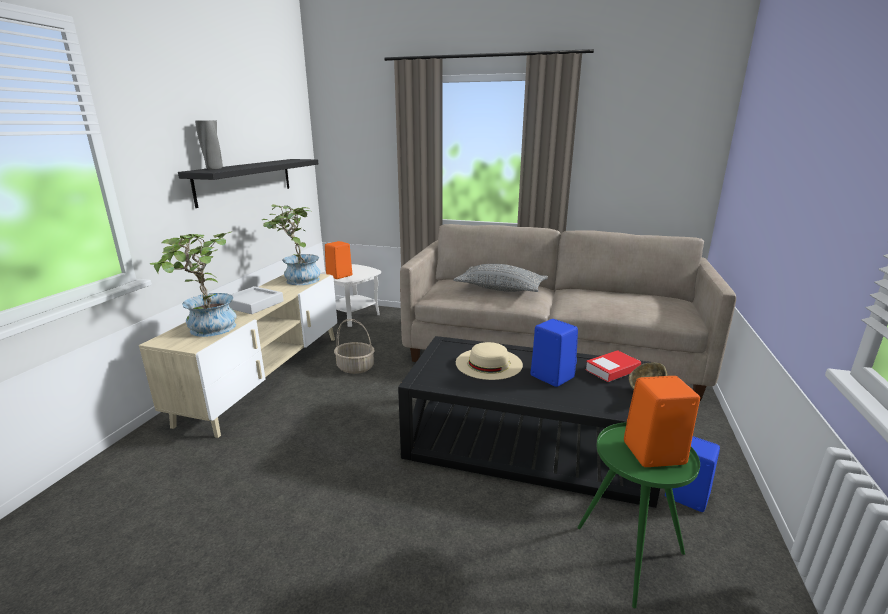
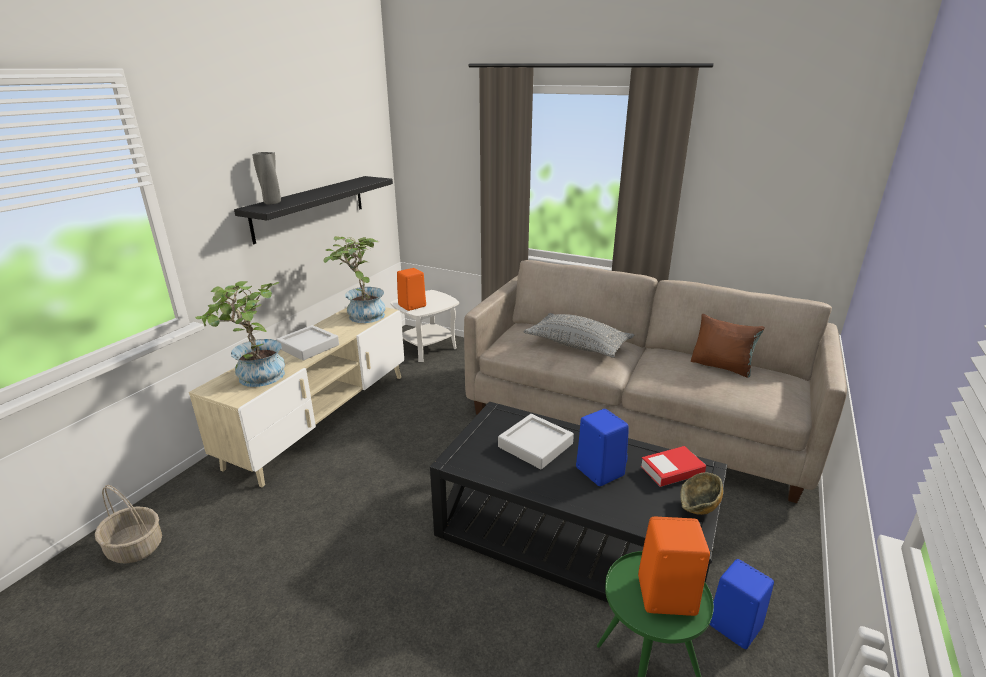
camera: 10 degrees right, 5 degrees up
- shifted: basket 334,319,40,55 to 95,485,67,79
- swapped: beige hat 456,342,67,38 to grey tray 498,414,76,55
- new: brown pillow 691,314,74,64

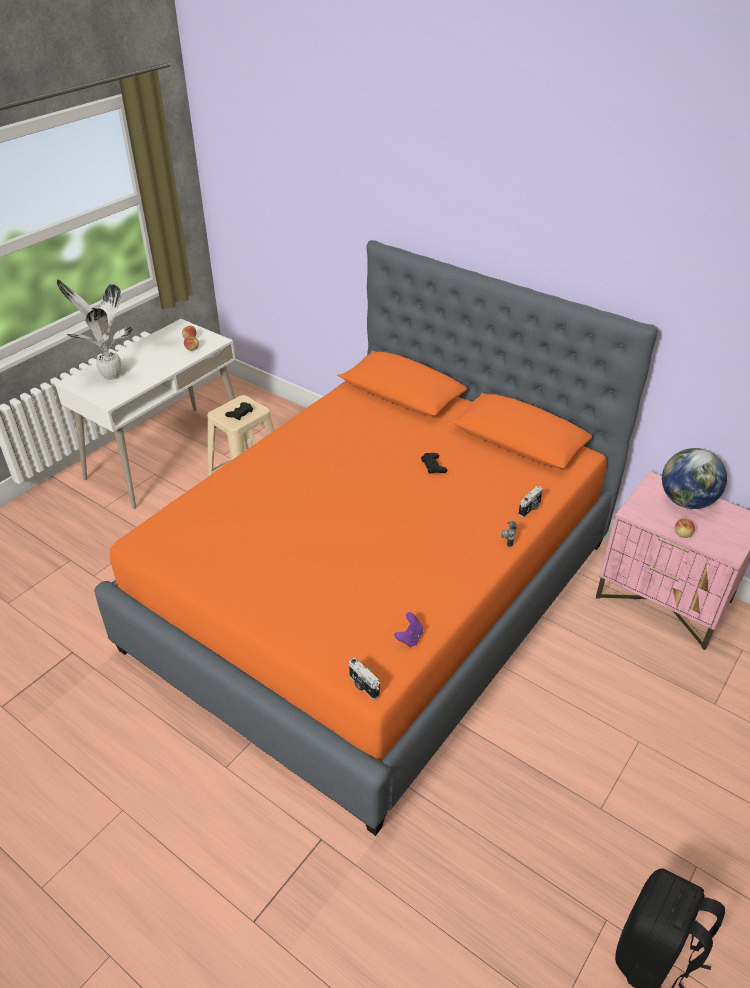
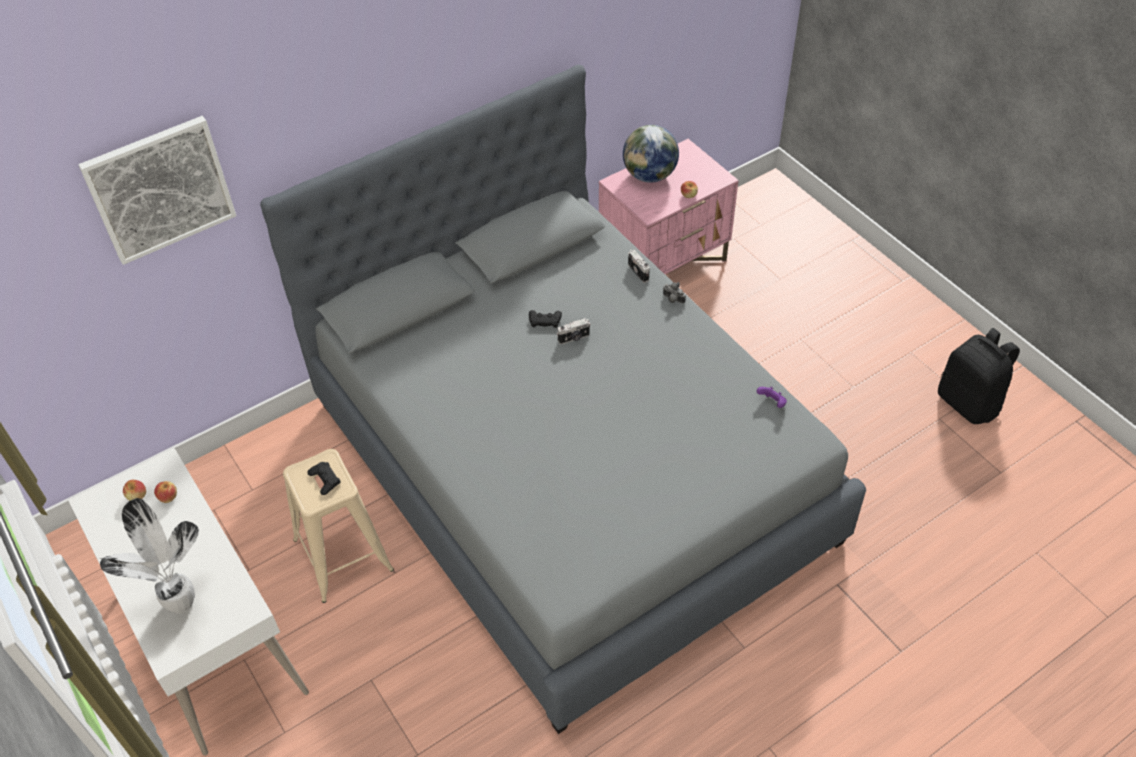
camera: 70 degrees left, 10 degrees up
- new: picture 79,116,157,149
- repainted: orange bed 94,240,564,596 to grey bed 260,65,606,669
- shifted: photo camera 349,658,31,42 to 557,318,33,26

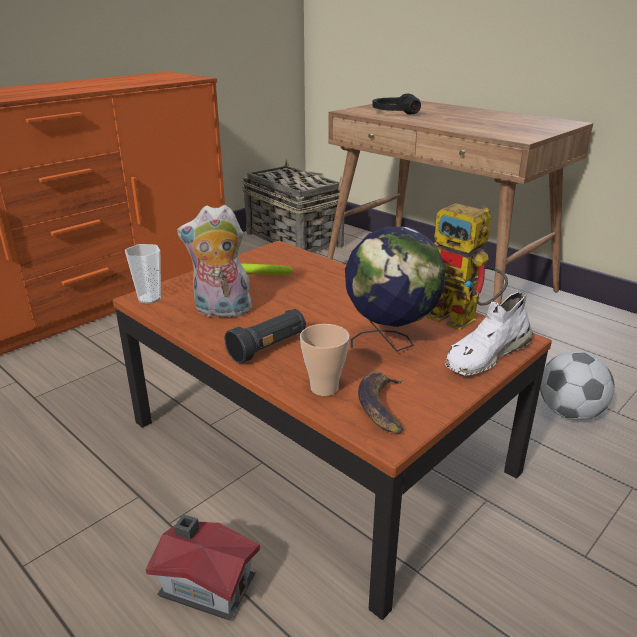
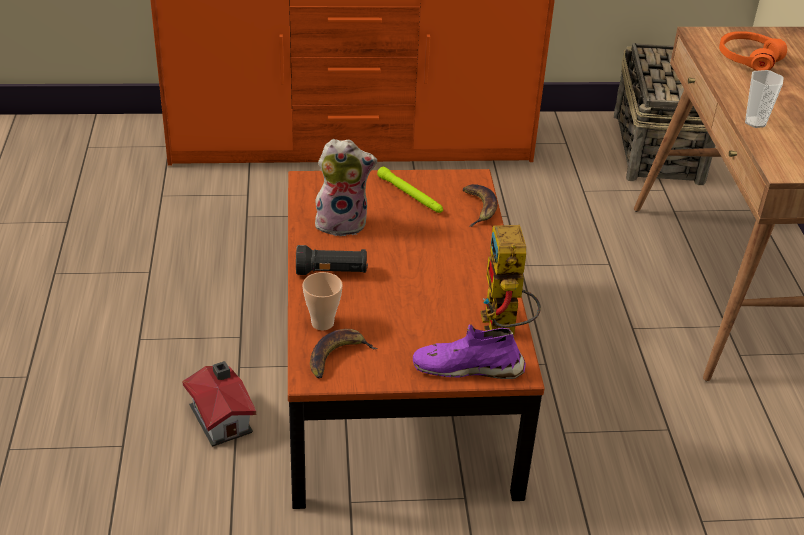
camera: 40 degrees right, 10 degrees up
- rotated: plush toy 177,205,75,112 = 314,139,63,98 135 degrees clockwise
- repainted: white shoe 445,292,88,83 to purple shoe 413,324,113,55
- new: banana 463,184,35,43
- repainted: black headphones 372,94,49,20 to orange headphones 719,31,68,40
- shifted: cup 125,244,36,60 to 745,70,39,58
- gone: globe 345,227,100,124
- gone: football 540,351,75,69

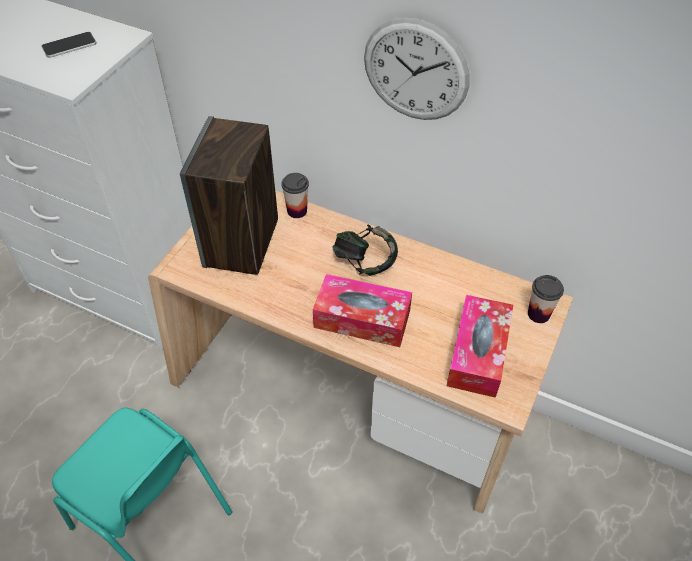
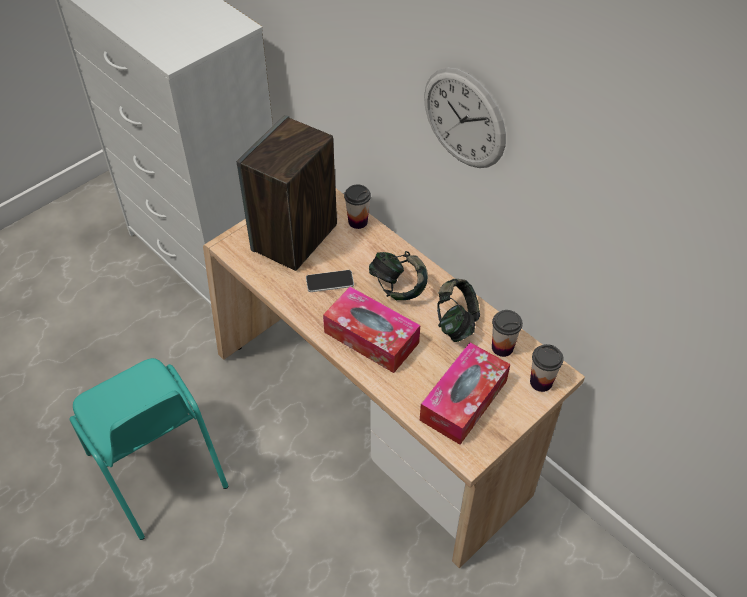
camera: 20 degrees right, 0 degrees up
- shifted: phone 41,32,56,26 to 306,270,48,22
- new: headphones 437,279,43,63
- new: cup 492,310,31,47

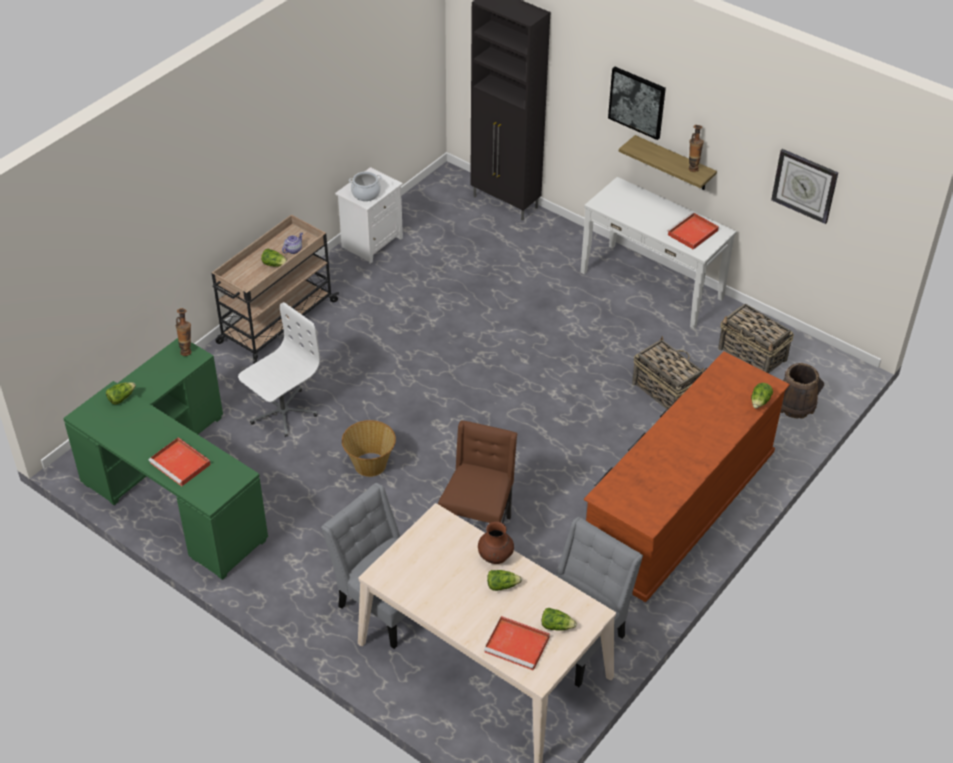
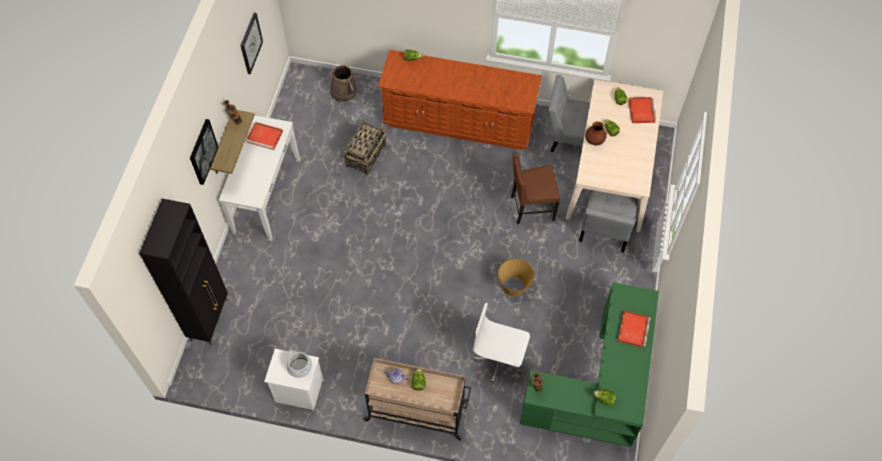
camera: 115 degrees left, 15 degrees up
- gone: basket 718,304,76,70

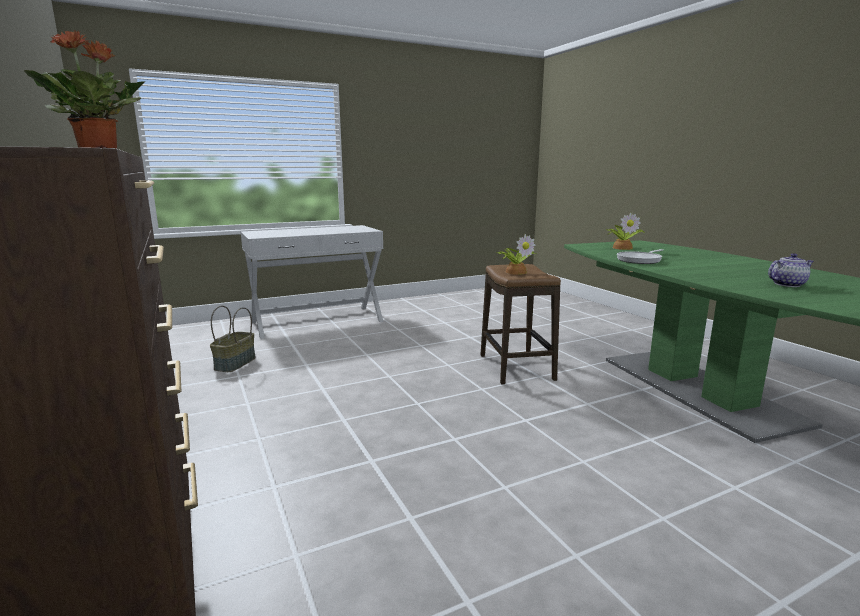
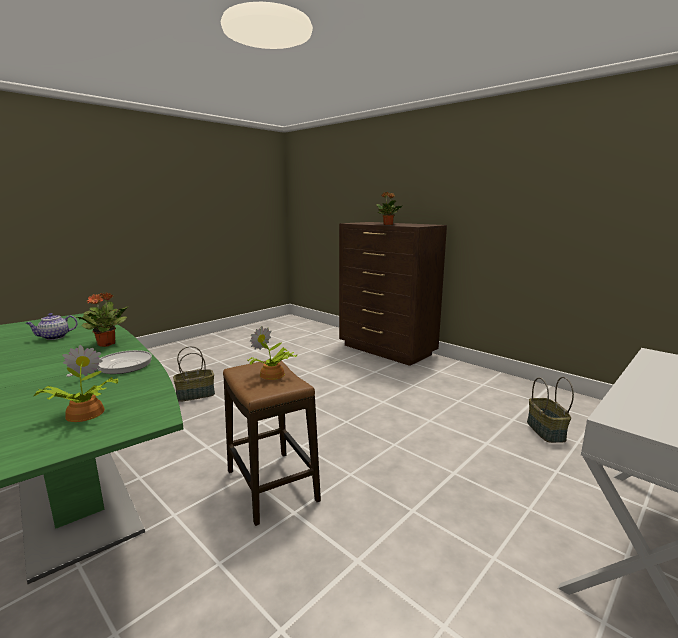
camera: 160 degrees right, 0 degrees up
- new: potted plant 75,292,54,55
- new: basket 173,346,42,56

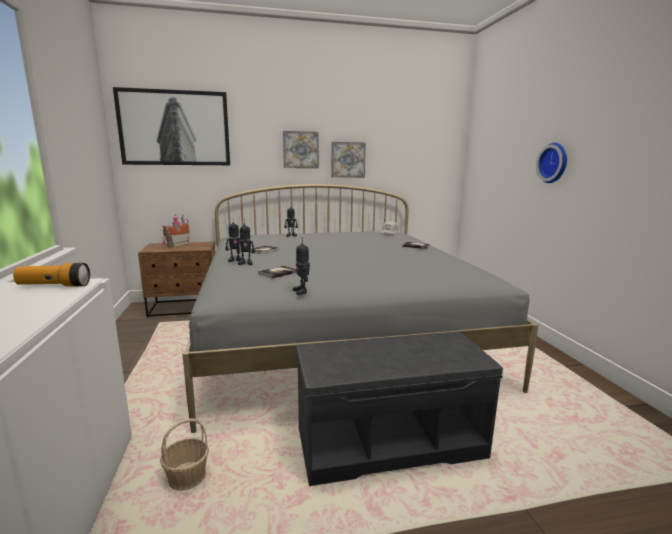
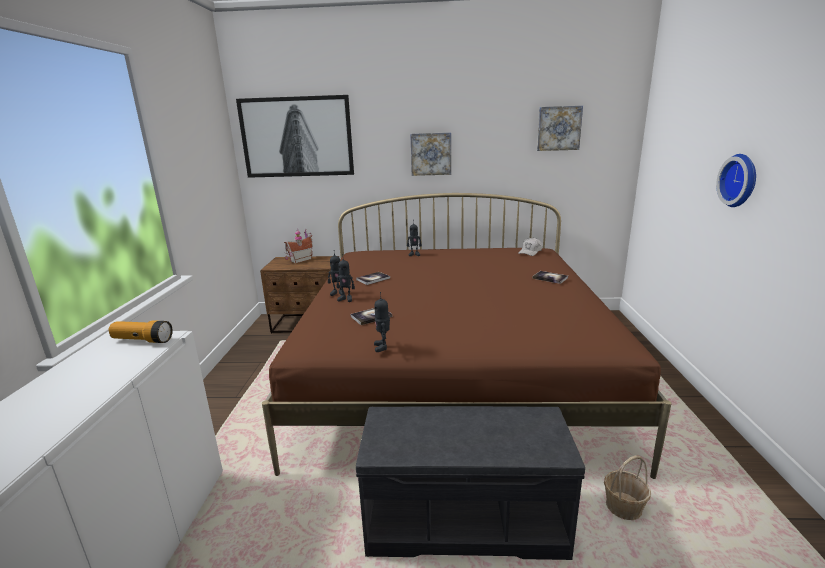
camera: 15 degrees right, 5 degrees up
- repainted: grey bed 182,184,357,249 to brown bed 262,193,410,286
- shifted: picture 331,142,35,36 to 537,106,46,45
- shifted: basket 160,418,49,73 to 604,455,47,65

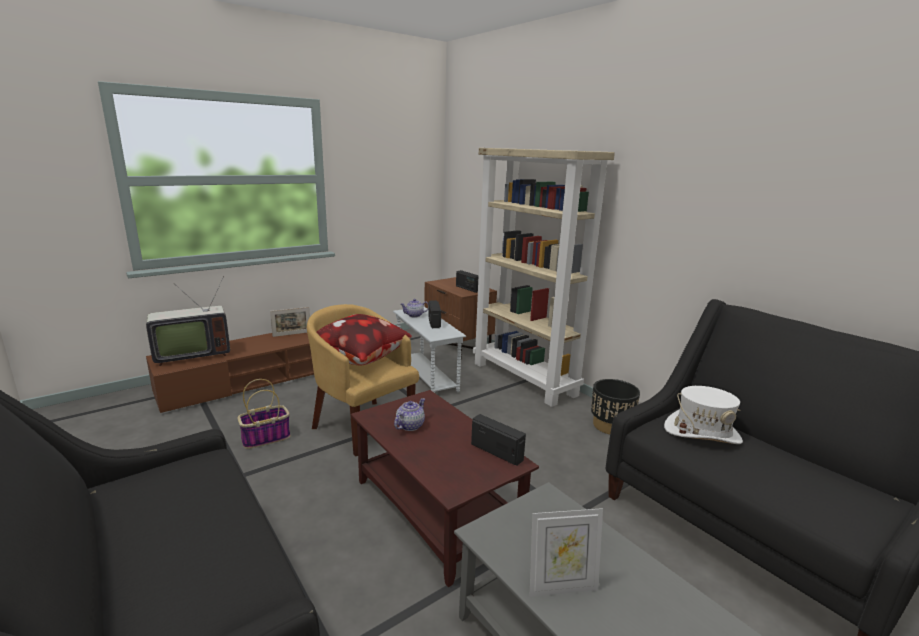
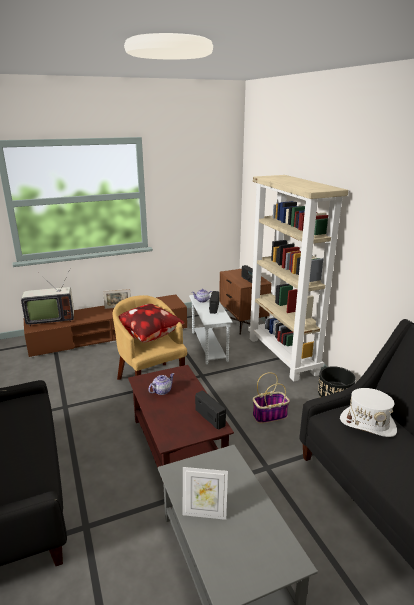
camera: 15 degrees right, 5 degrees up
- shifted: basket 237,379,54,70 to 253,372,37,51

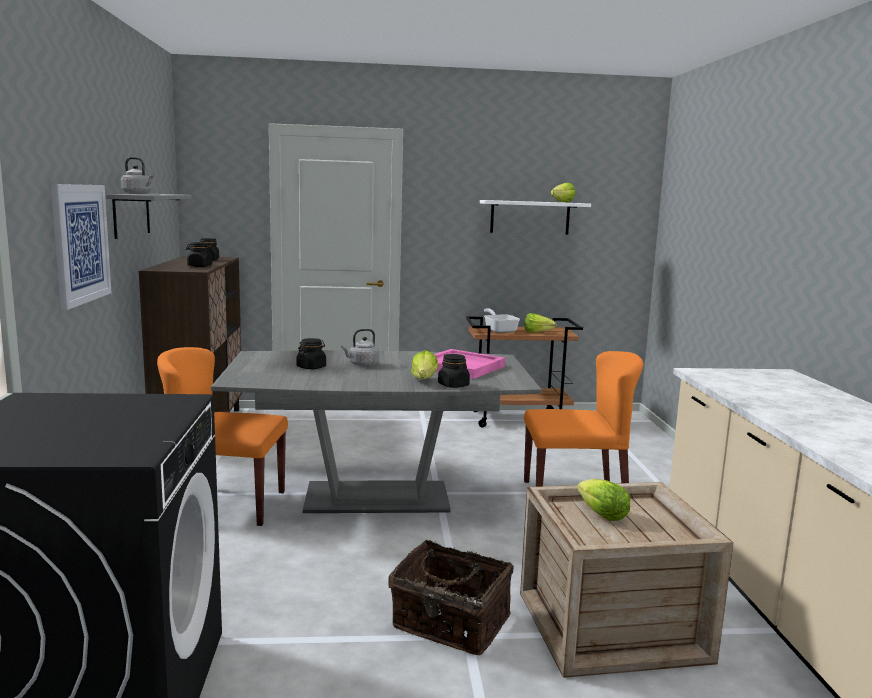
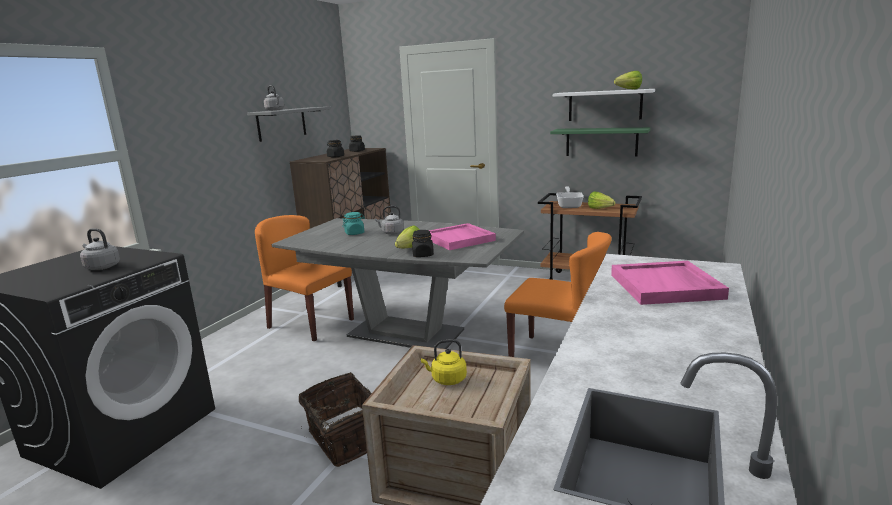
camera: 30 degrees right, 5 degrees up
- new: grey kettle 80,228,40,42
- repainted: black jar 297,338,29,31 to turquoise jar 342,212,23,23
- swapped: lettuce 577,479,53,42 to yellow kettle 421,339,46,46
- new: green shelf 550,127,101,29
- new: pink tray 611,261,118,44
- gone: picture 51,184,61,126

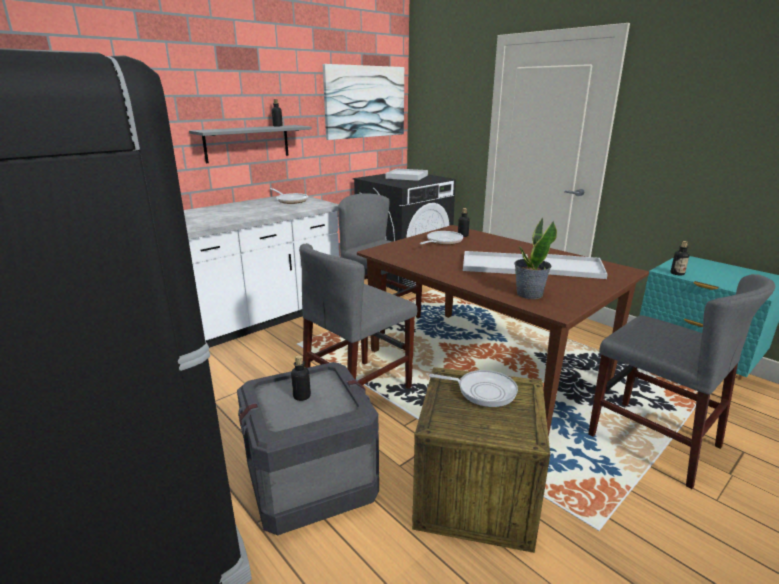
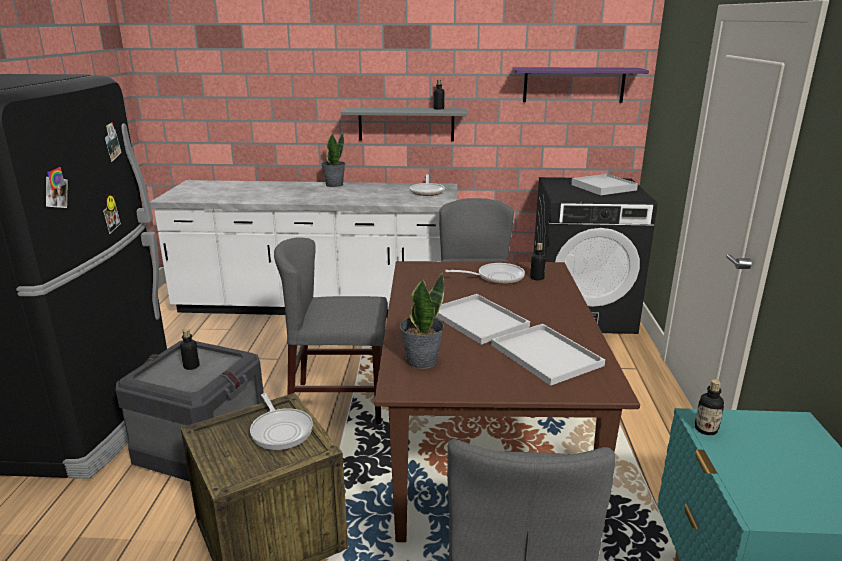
camera: 45 degrees right, 0 degrees up
- new: potted plant 321,133,24,54
- swapped: picture 323,64,81,76 to purple shelf 512,67,137,36

